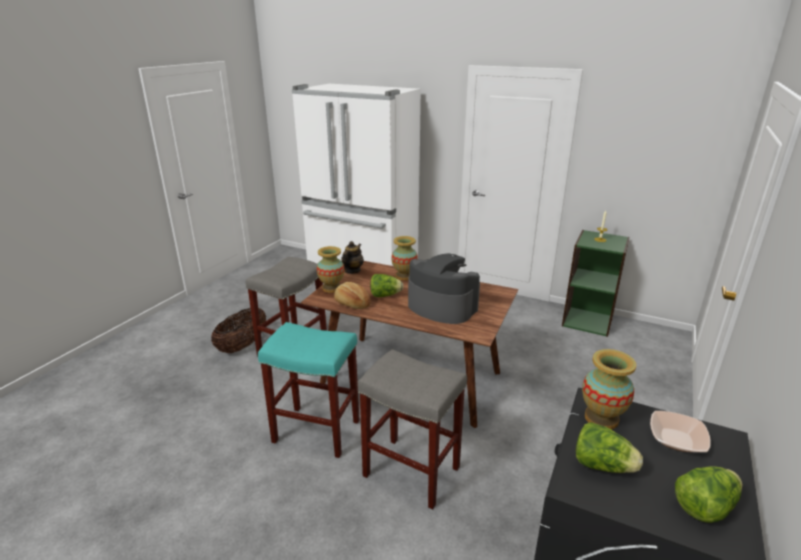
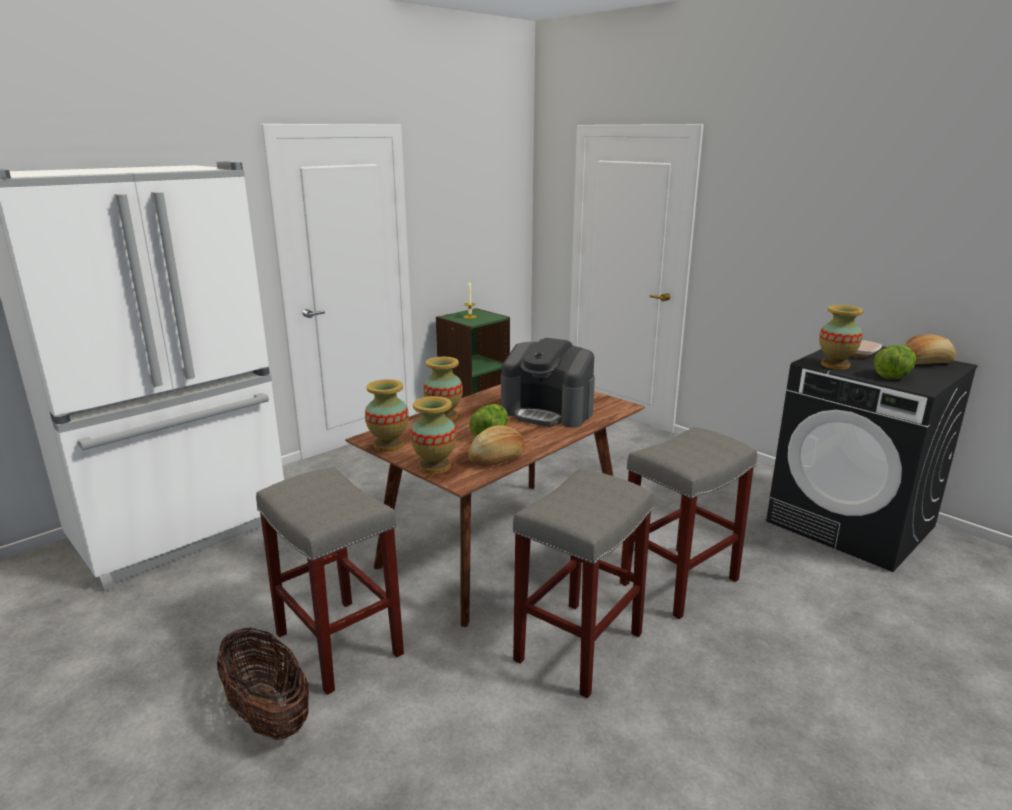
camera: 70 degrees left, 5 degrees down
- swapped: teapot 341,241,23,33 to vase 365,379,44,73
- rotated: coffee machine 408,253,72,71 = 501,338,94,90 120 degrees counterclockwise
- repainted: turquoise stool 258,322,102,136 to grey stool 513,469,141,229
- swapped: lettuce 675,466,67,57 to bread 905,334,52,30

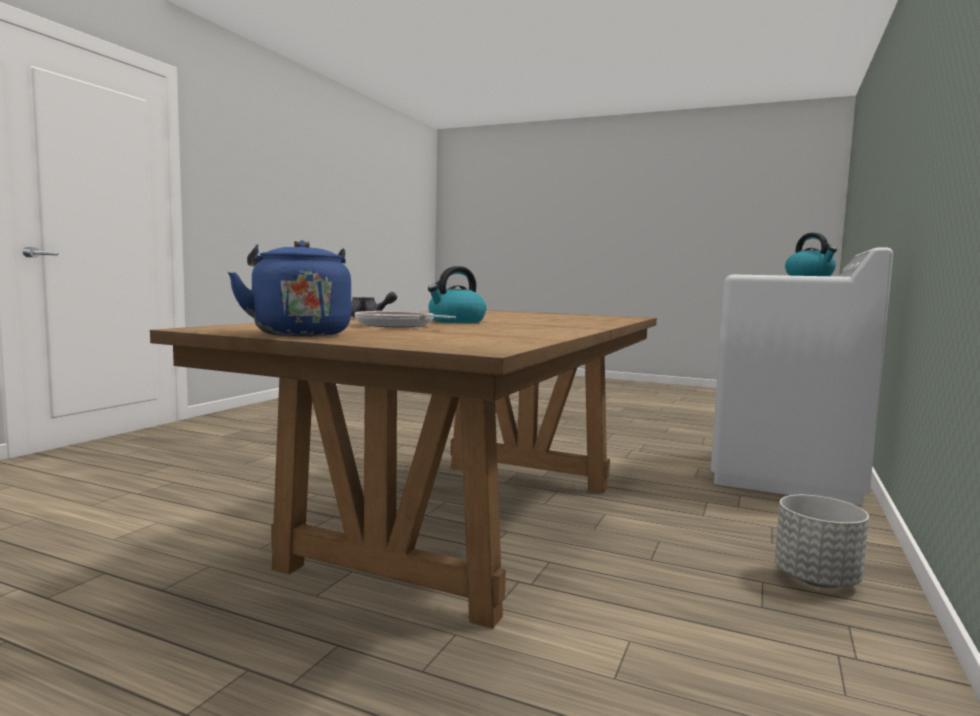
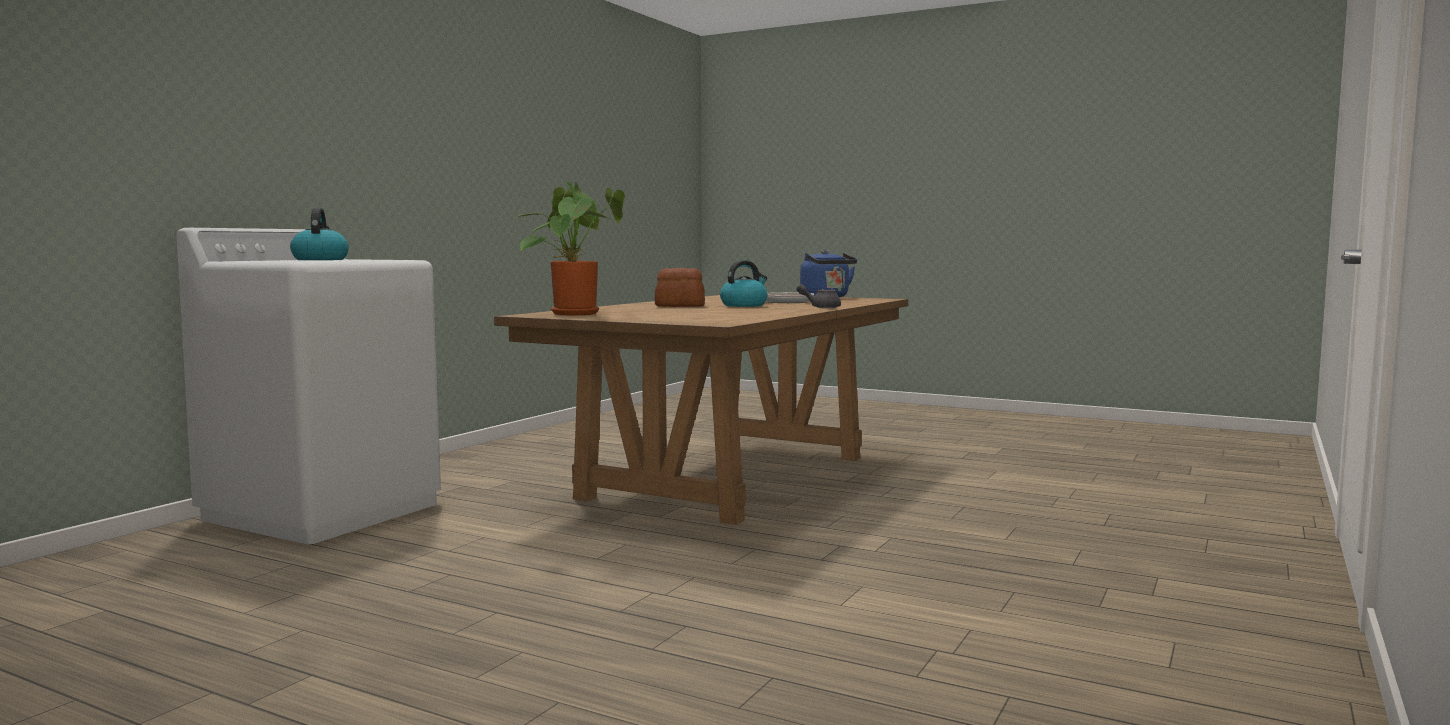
camera: 175 degrees left, 0 degrees up
- new: potted plant 516,182,109,133
- new: bread 655,268,50,39
- gone: grey planter 775,495,94,93

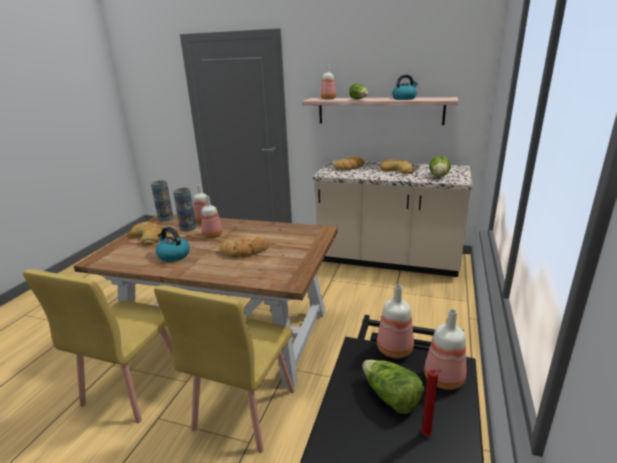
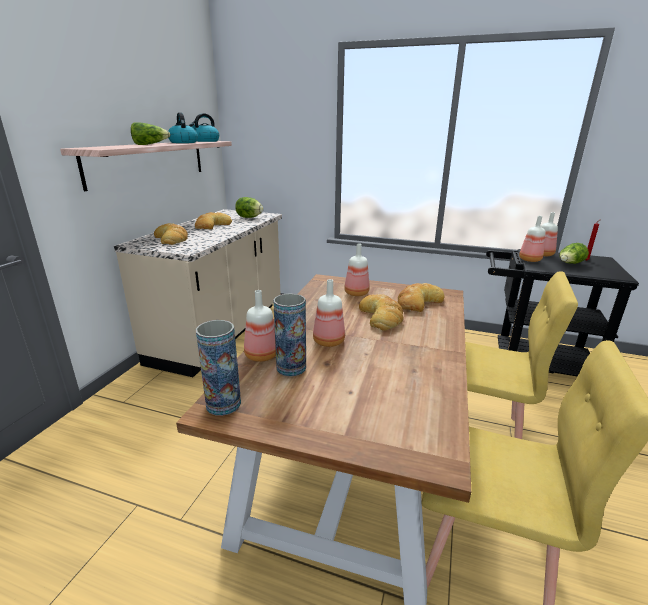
camera: 90 degrees left, 0 degrees up
- shifted: kettle 156,227,34,35 to 189,114,30,28
- shifted: bottle 321,65,15,34 to 344,243,25,53
- shifted: bread 130,222,33,23 to 397,283,48,29

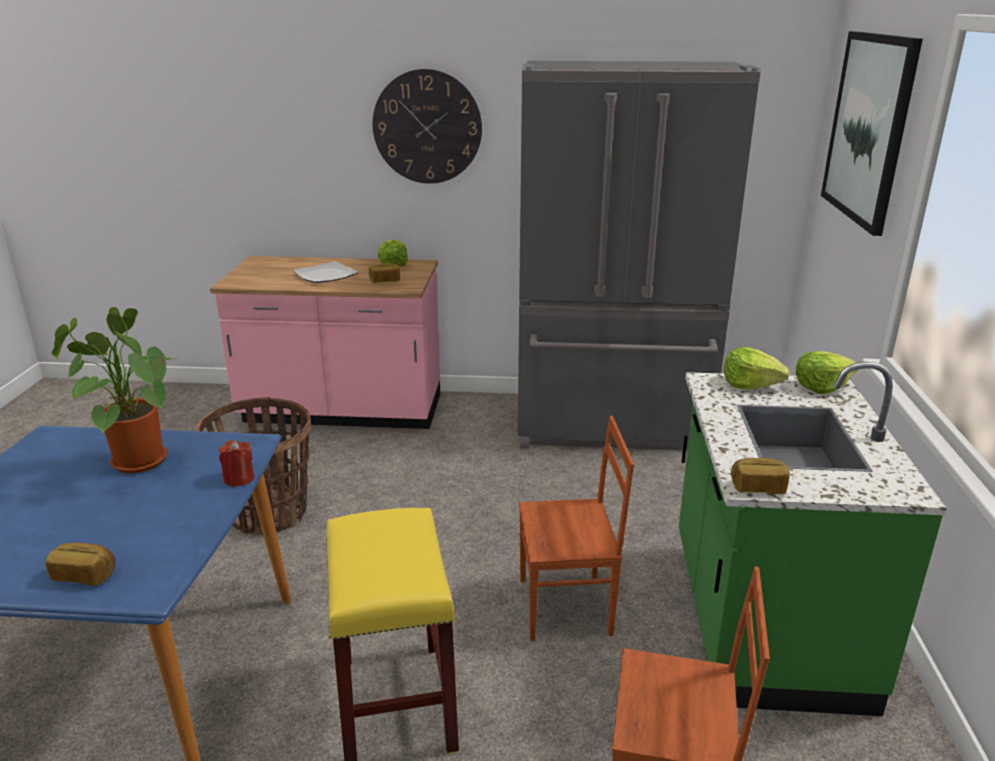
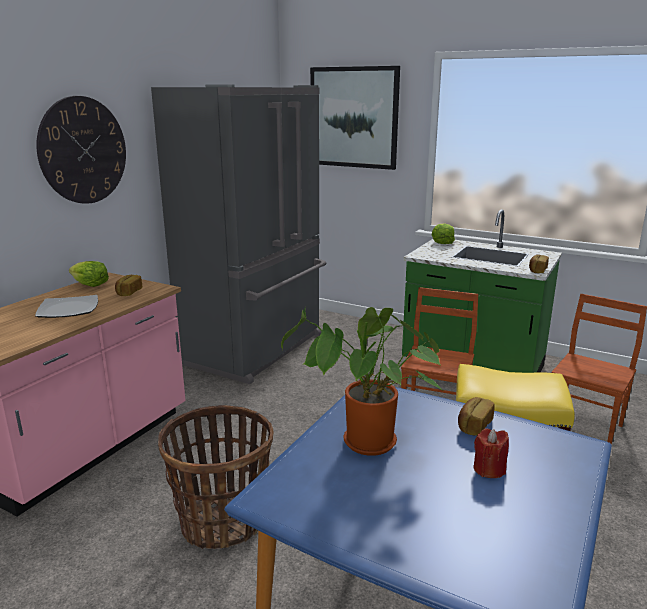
camera: 65 degrees left, 5 degrees down
- shifted: bread 45,542,70,44 to 458,397,37,39
- shifted: red candle 219,440,35,47 to 474,429,35,49
- gone: lettuce 724,347,66,42

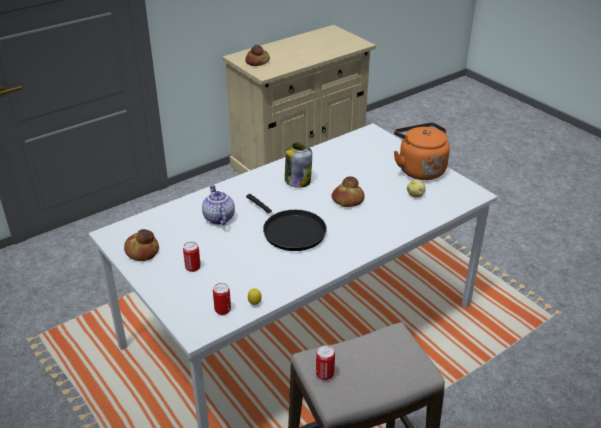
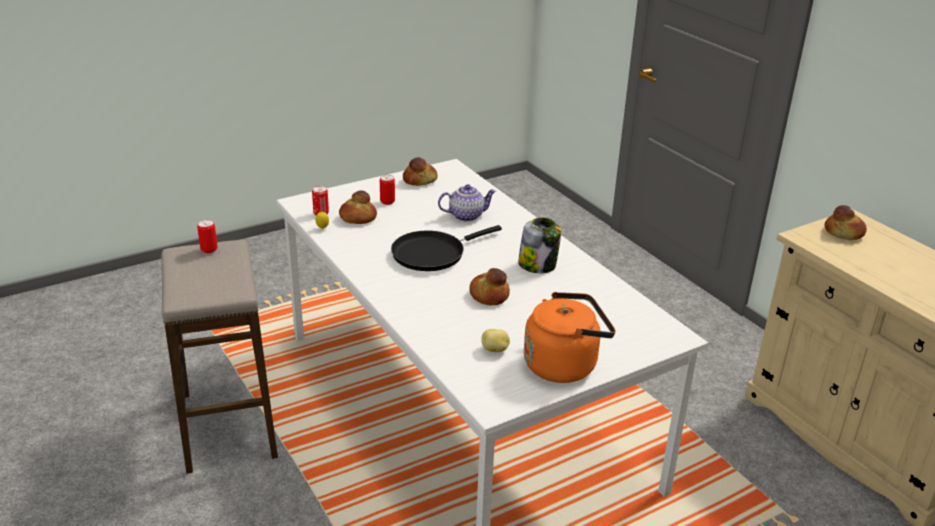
camera: 95 degrees right, 5 degrees down
- new: bread 339,190,38,34

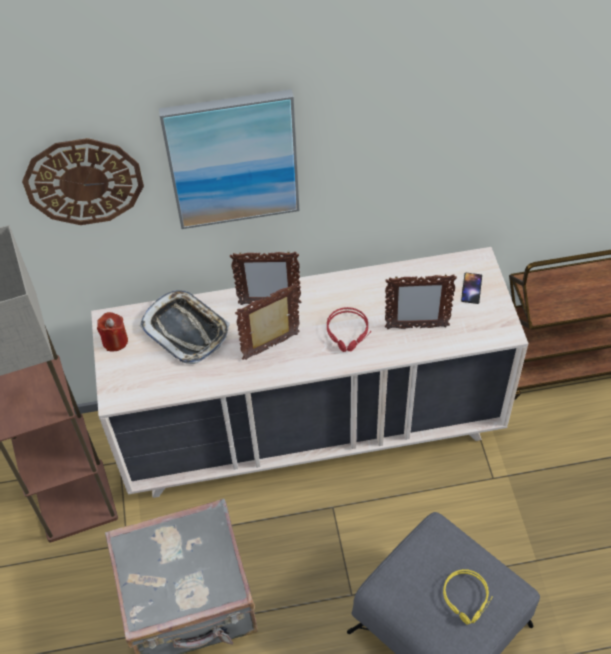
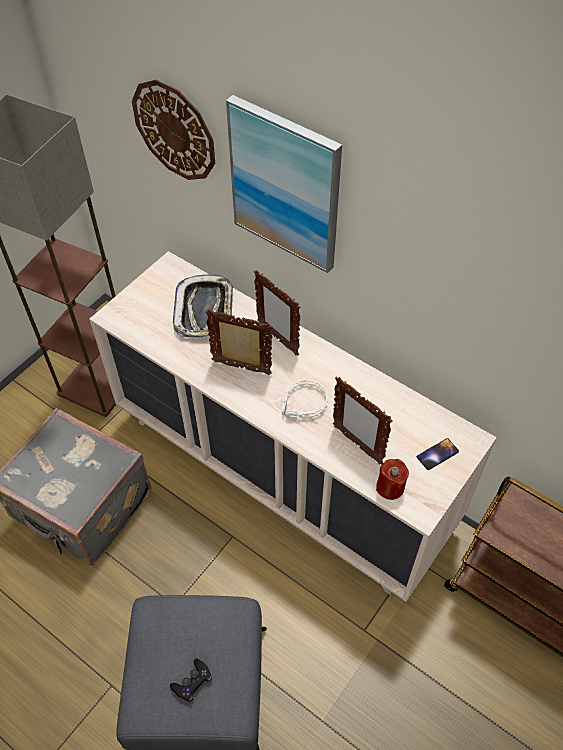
camera: 45 degrees right, 0 degrees up
- swapped: yellow headphones 443,569,50,55 to black game controller 170,659,42,43
- repainted: red headphones 327,307,44,45 to white headphones 282,380,46,39
- shifted: red candle 97,312,31,40 to 376,459,33,41

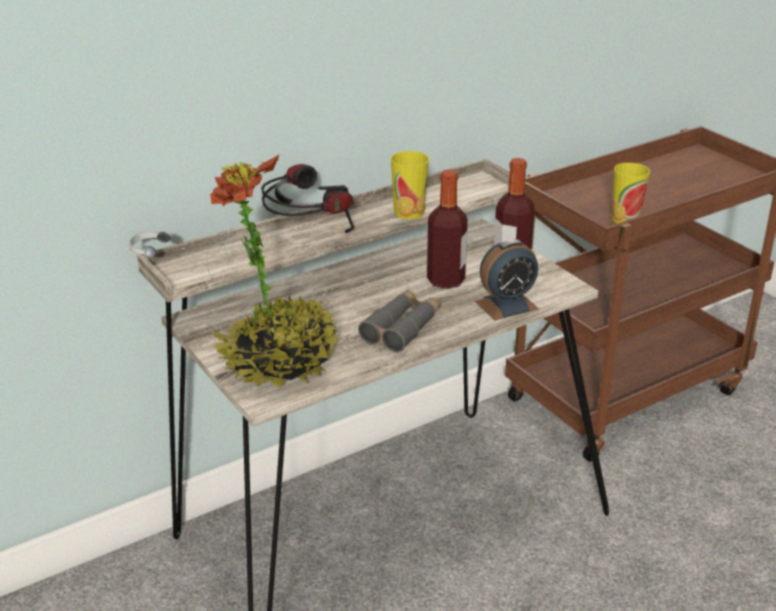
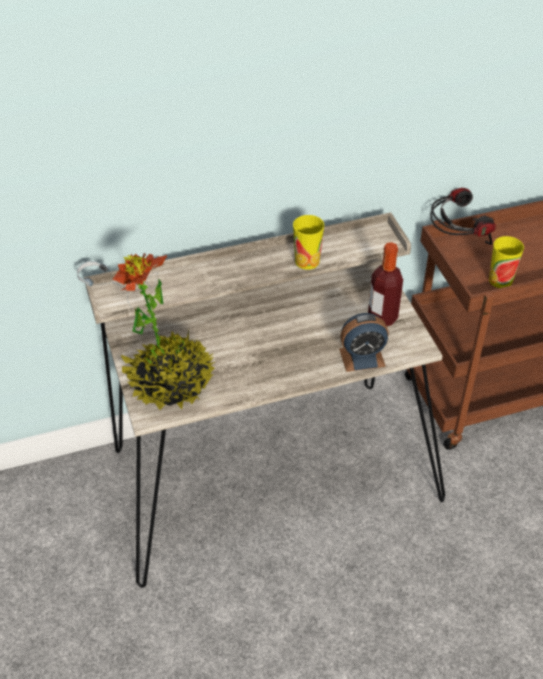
camera: 15 degrees right, 15 degrees up
- shifted: headphones 261,164,93,69 to 430,188,66,57
- gone: grey binoculars 358,289,84,63
- gone: bottle 427,169,41,120

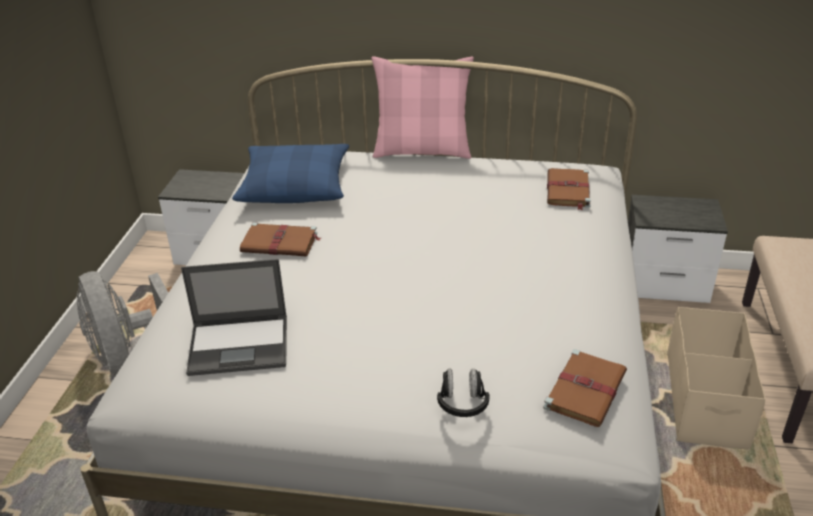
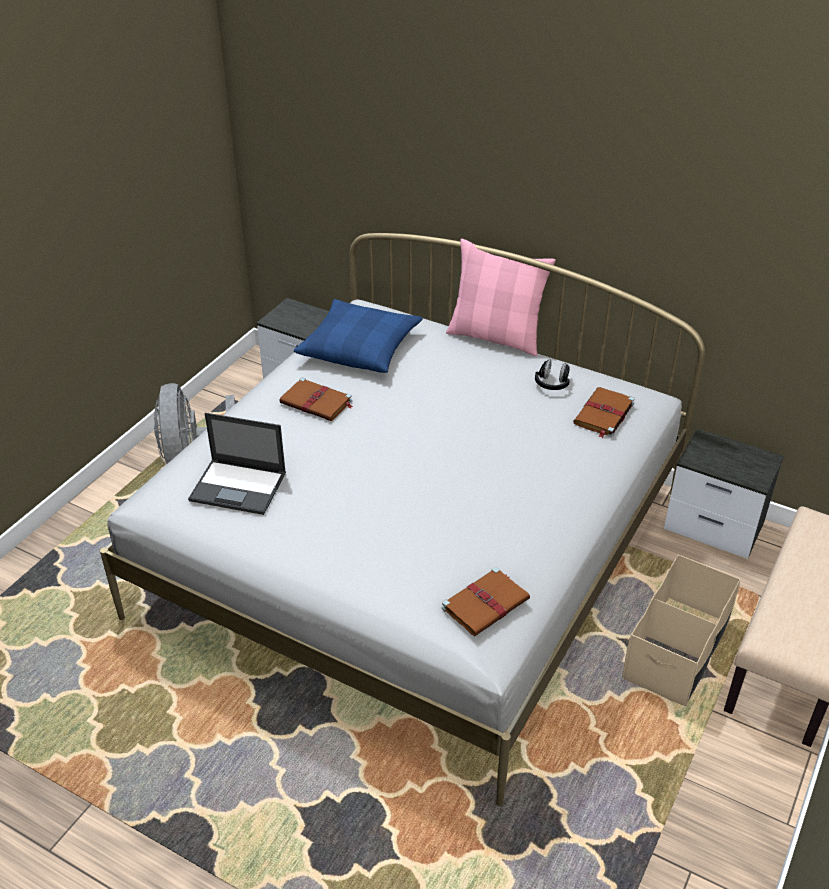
camera: 20 degrees right, 5 degrees up
- shifted: black headphones 437,368,53,49 to 535,359,35,31

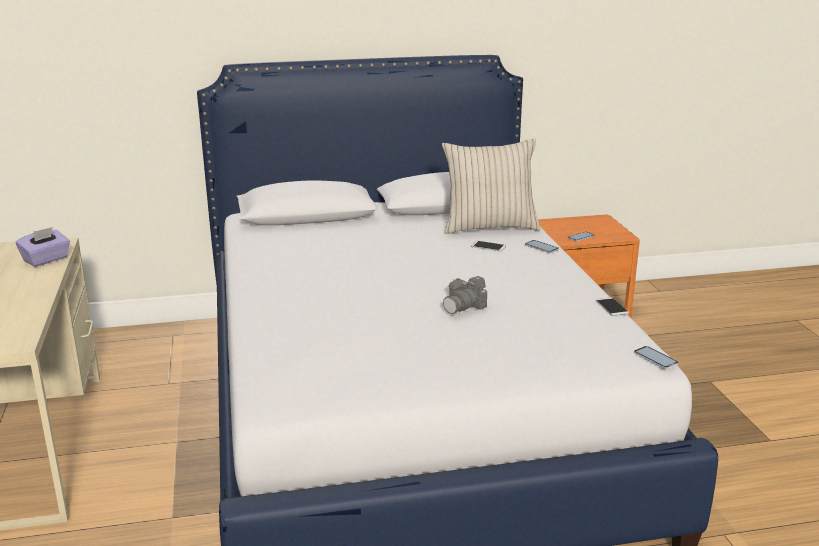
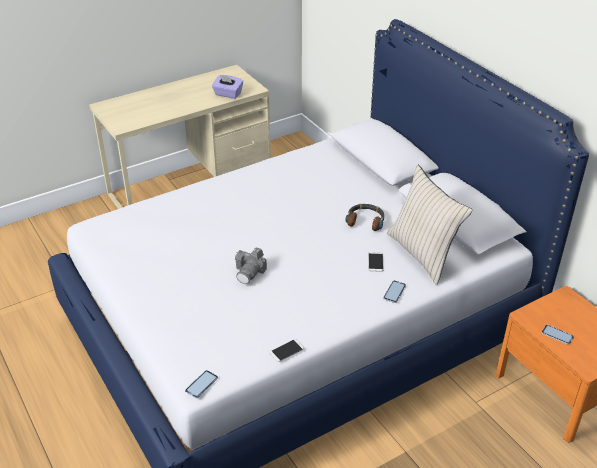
camera: 70 degrees right, 15 degrees up
- rotated: photo camera 443,276,44,38 = 235,248,32,36 90 degrees counterclockwise
- new: headphones 345,204,39,27

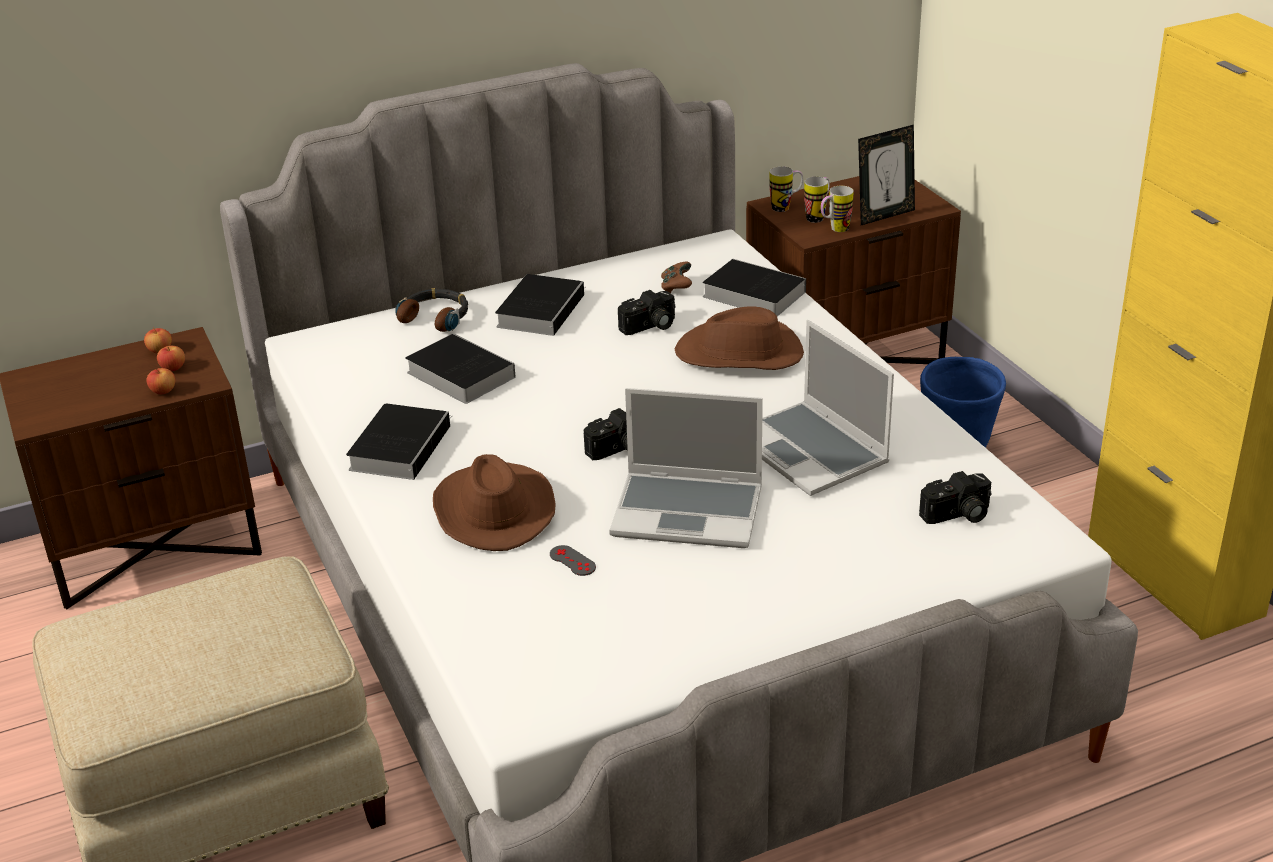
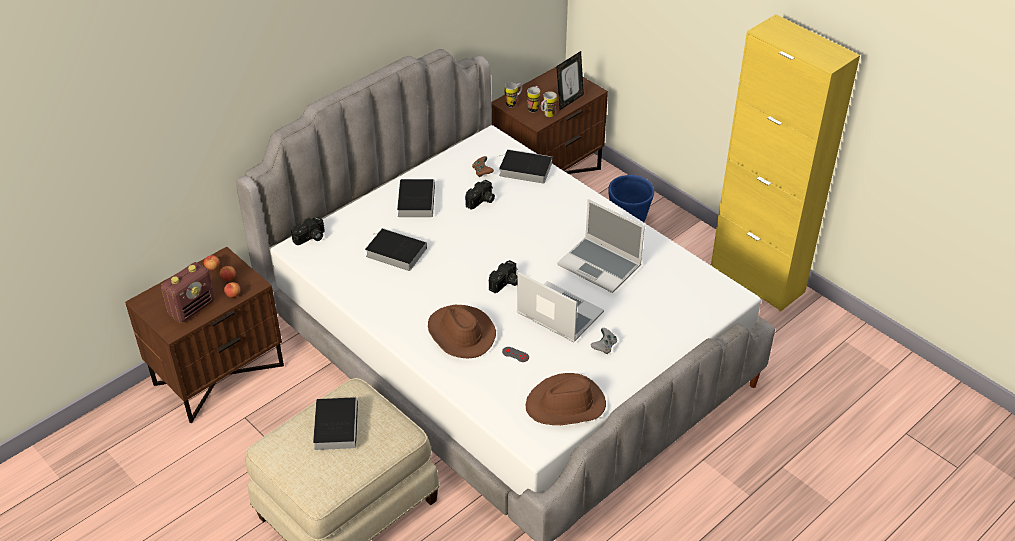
camera: 20 degrees left, 10 degrees up
- new: radio 161,262,54,61
- shifted: photo camera 919,471,73,53 to 291,216,34,29
- shifted: book 346,403,106,77 to 313,396,45,54
- rotated: laptop 609,388,154,160 = 517,272,87,70 135 degrees counterclockwise
- shifted: brown hat 675,306,129,64 to 526,373,80,52
- new: grey game controller 591,328,26,26
- gone: headphones 395,288,73,44

